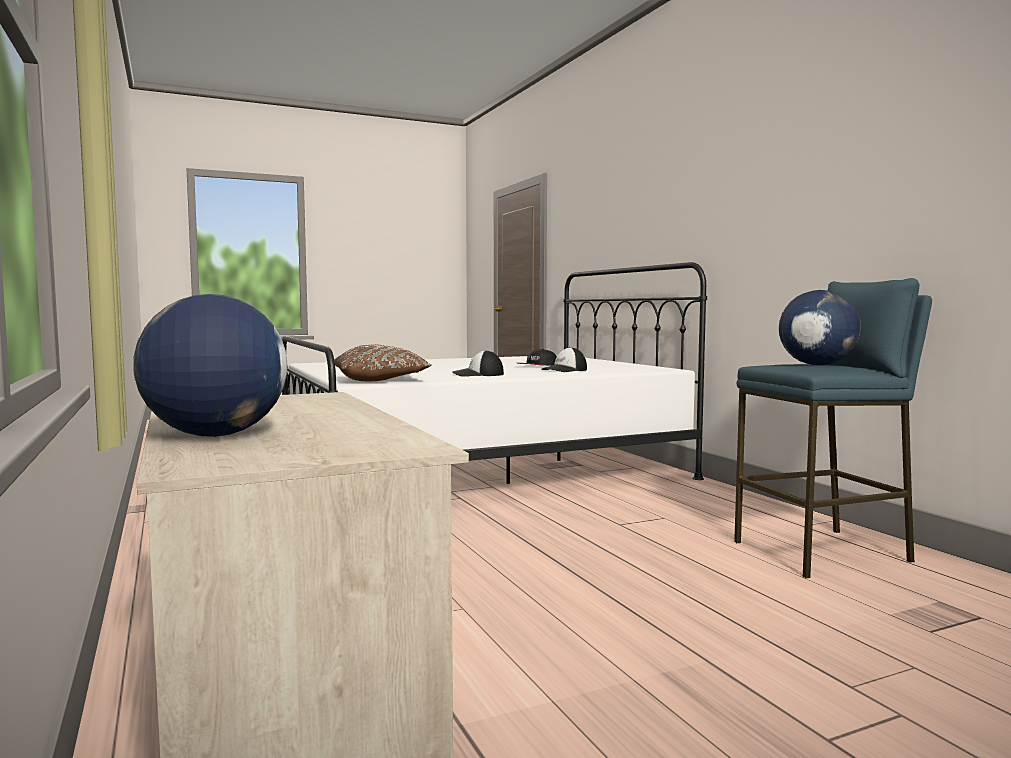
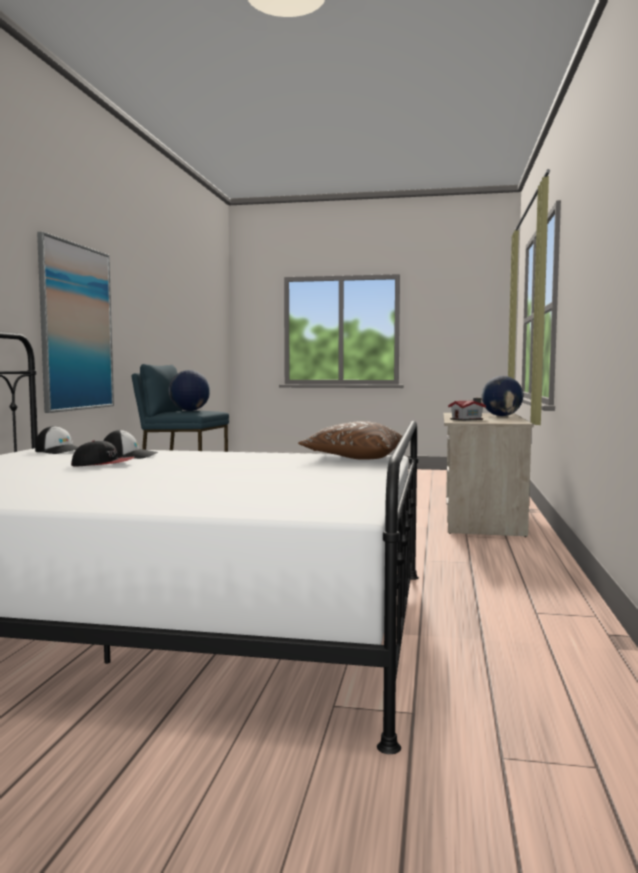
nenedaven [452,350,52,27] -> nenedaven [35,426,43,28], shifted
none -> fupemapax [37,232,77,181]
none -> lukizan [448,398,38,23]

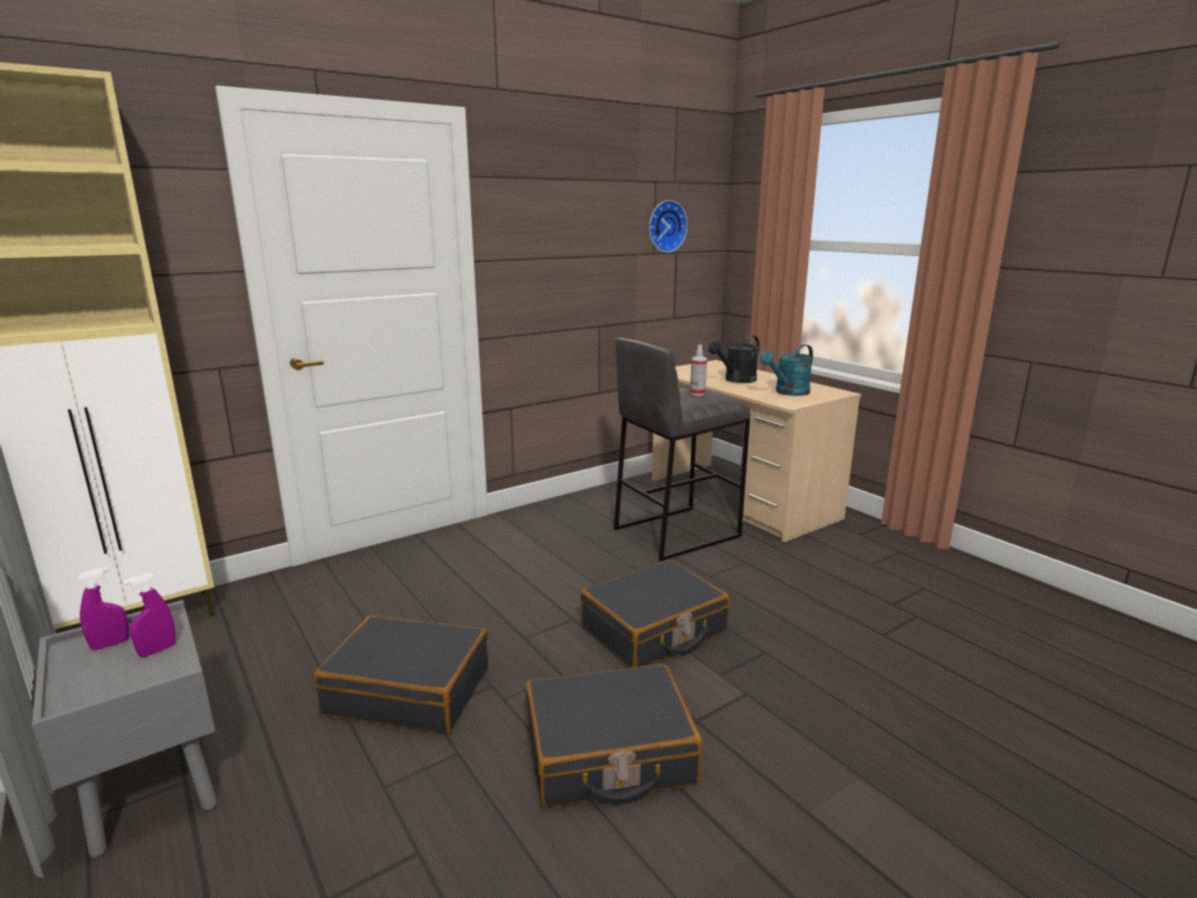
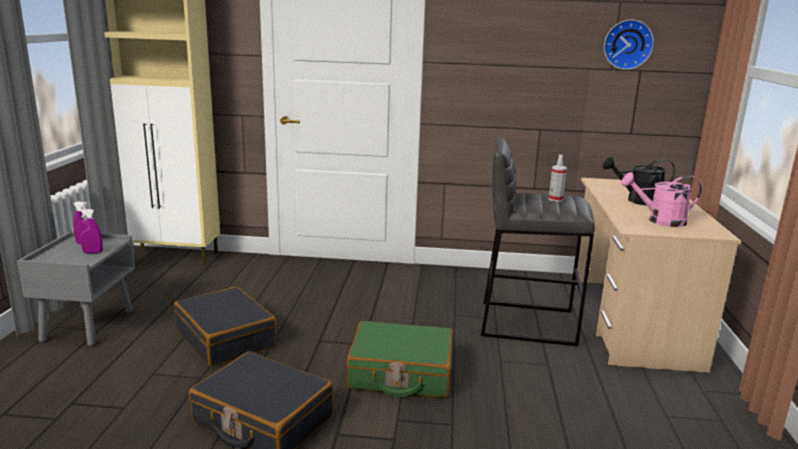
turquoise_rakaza [760,345,53,51] -> pink_rakaza [621,172,81,55]
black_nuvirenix [580,560,149,108] -> green_nuvirenix [346,321,107,77]

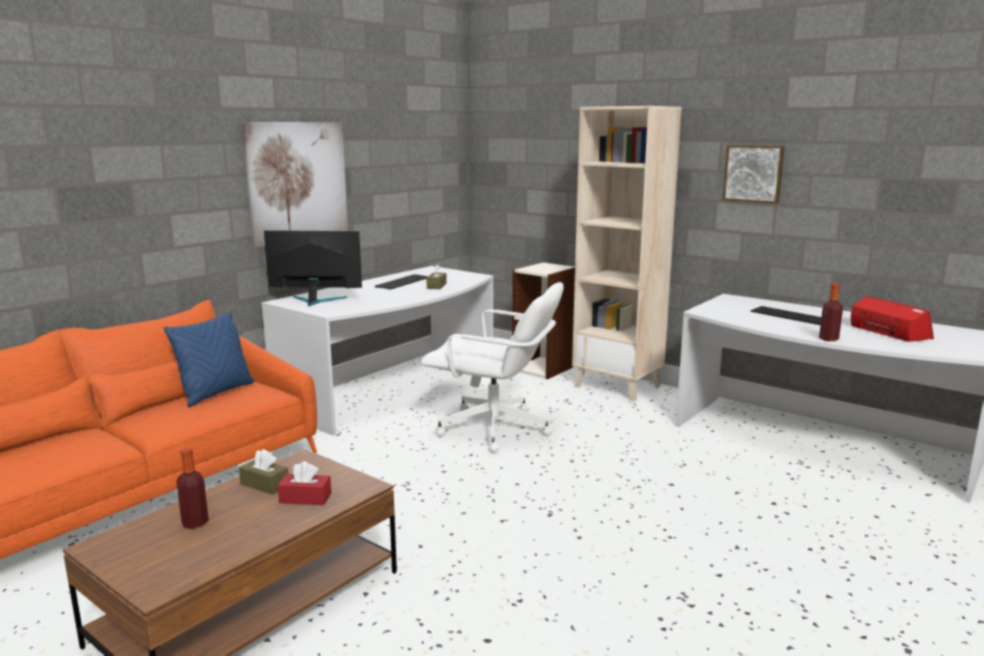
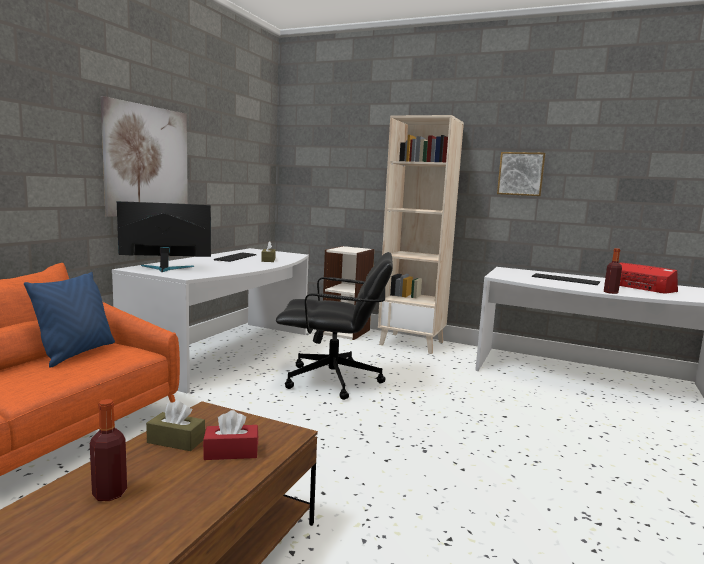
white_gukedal [421,282,143,170] -> black_gukedal [276,252,117,148]

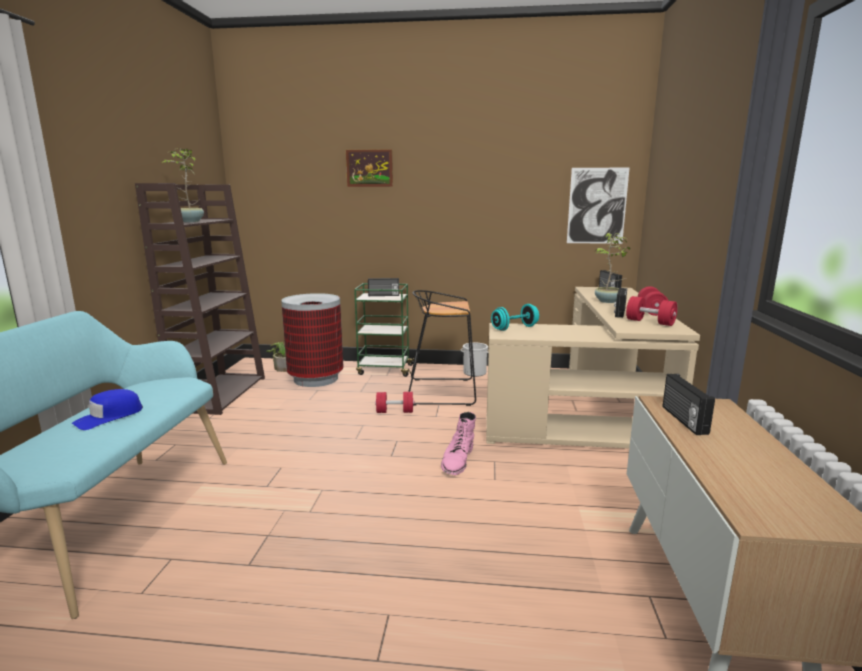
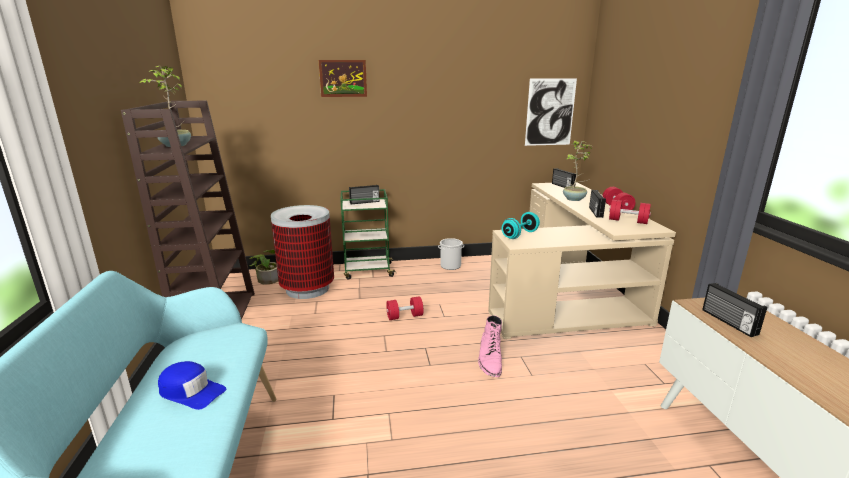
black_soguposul [408,290,68,116] -> none
blue_nenedaven [72,389,71,41] -> blue_nenedaven [158,361,68,49], 90 degrees counterclockwise

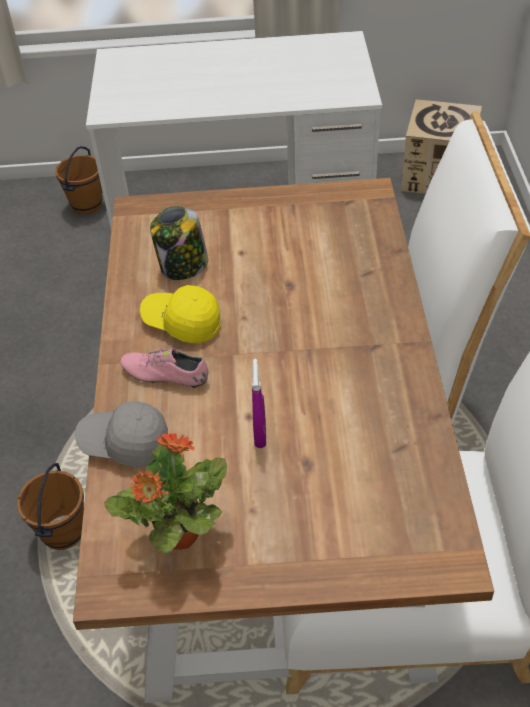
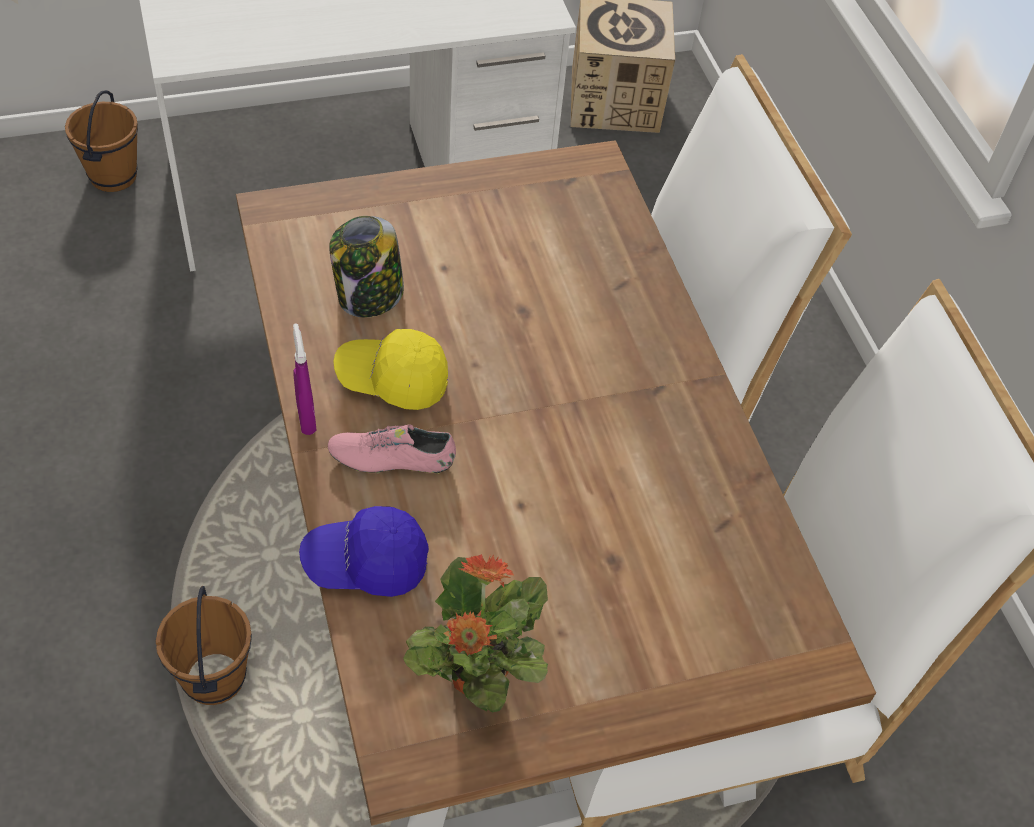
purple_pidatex [252,359,14,89] -> purple_pidatex [293,323,24,112], shifted
grey_nenedaven [75,401,93,66] -> blue_nenedaven [299,506,130,91]

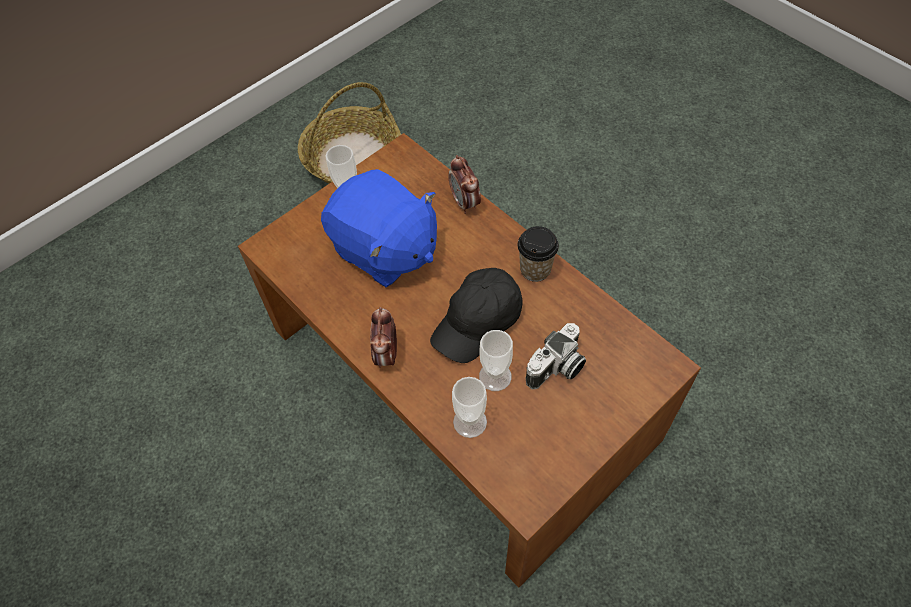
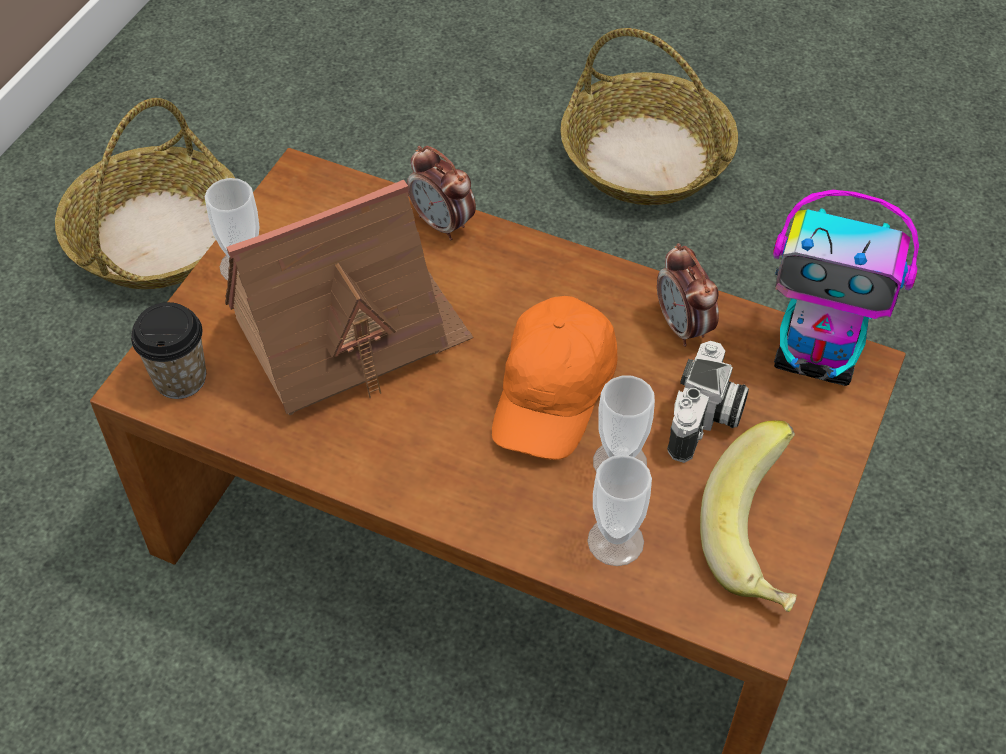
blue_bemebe [321,169,116,118] -> lukizan [225,180,248,235]
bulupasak [517,226,42,56] -> bulupasak [131,302,75,97], shifted
black_nenedaven [430,268,93,95] -> orange_nenedaven [492,296,126,164]
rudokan [370,307,27,61] -> rudokan [657,243,62,104], shifted
none -> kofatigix [560,28,178,177]
none -> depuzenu [773,190,146,196]
none -> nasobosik [700,420,97,192]

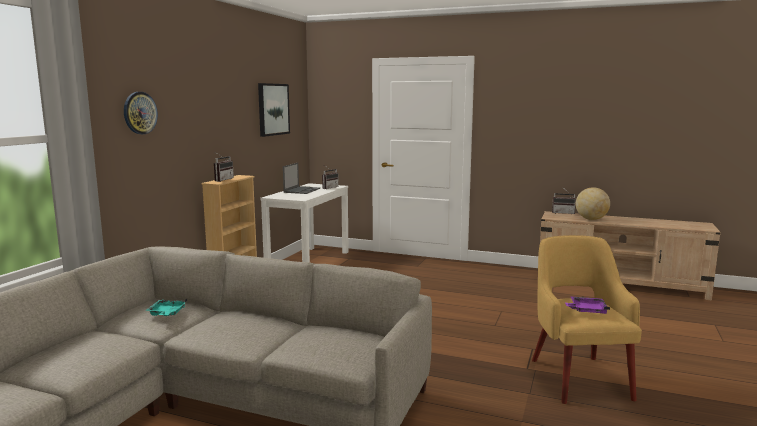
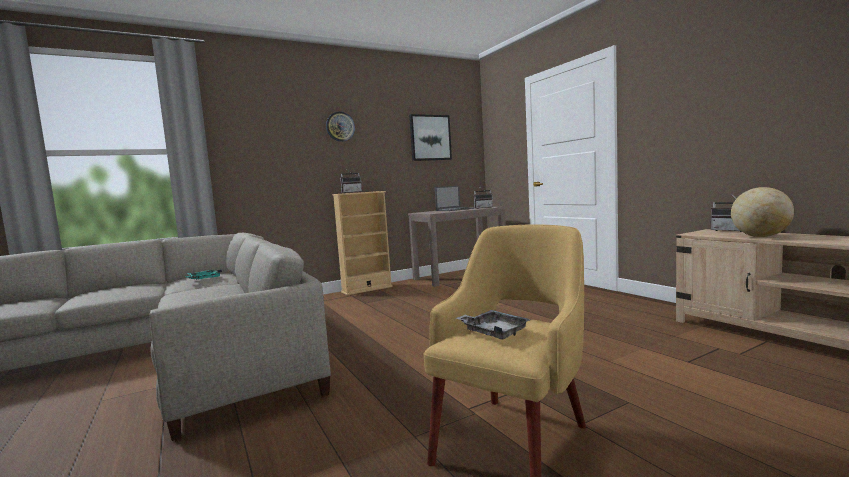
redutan [124,92,34,42] -> redutan [326,111,29,31], shifted
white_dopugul [260,183,89,79] -> brown_dopugul [408,207,98,80]
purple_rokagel [565,296,45,18] -> grey_rokagel [455,310,76,30]

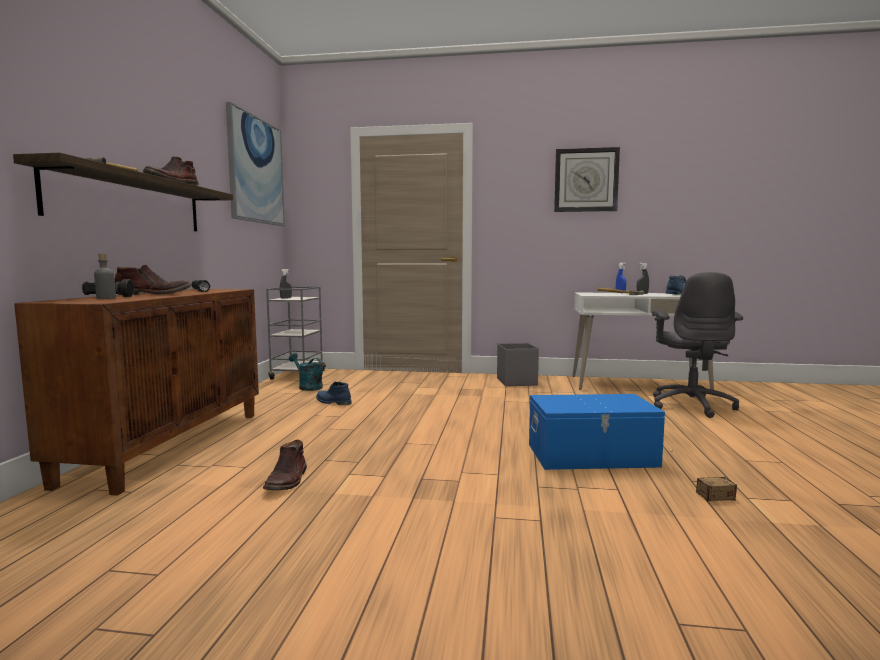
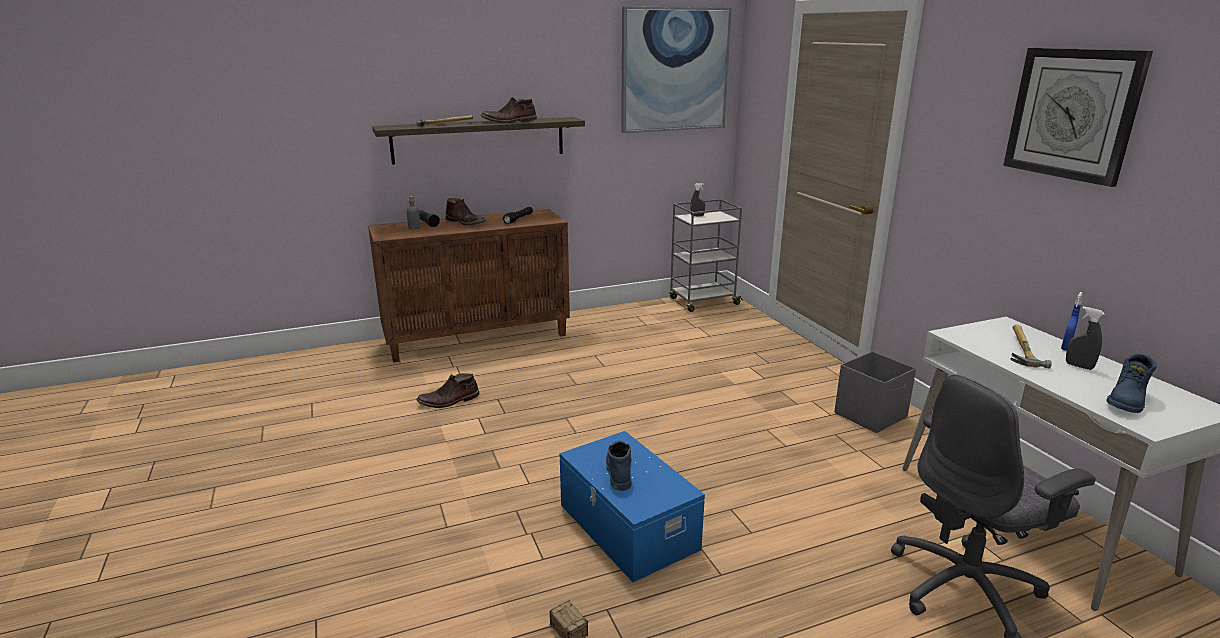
turquoise_rakaza [289,353,34,38] -> none
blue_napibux [316,382,36,23] -> blue_napibux [606,440,26,51], shifted

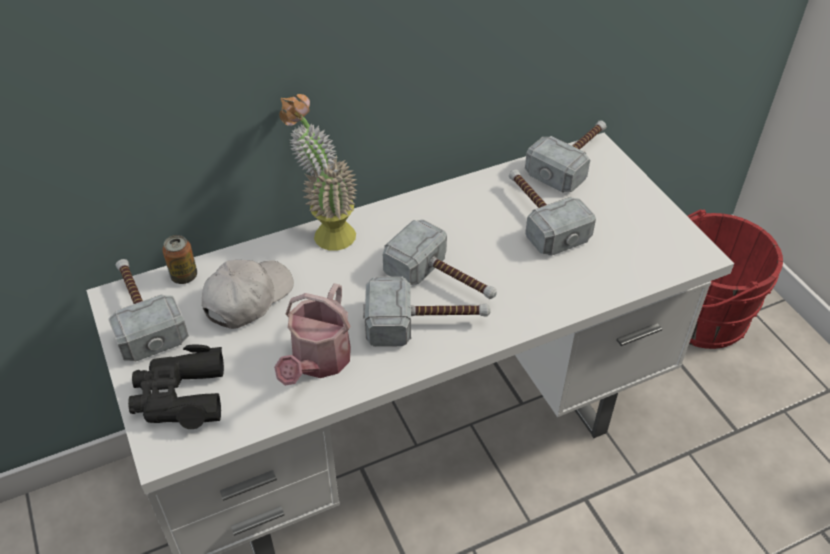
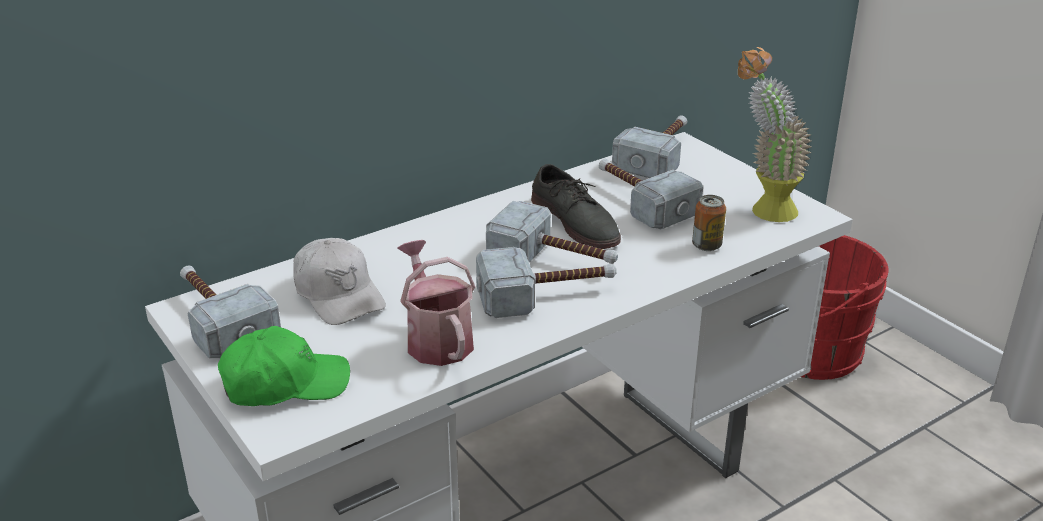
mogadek [280,94,78,157] -> mogadek [738,47,74,175], shifted
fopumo [162,235,35,49] -> fopumo [692,195,34,56], shifted
white_nenedaven [202,260,92,69] -> white_nenedaven [293,238,93,87], 120 degrees clockwise
rakaza [274,283,77,103] -> rakaza [398,240,77,126], 150 degrees clockwise
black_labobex [128,345,96,84] -> green_nenedaven [218,326,132,80]
none -> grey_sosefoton [531,164,90,85]

